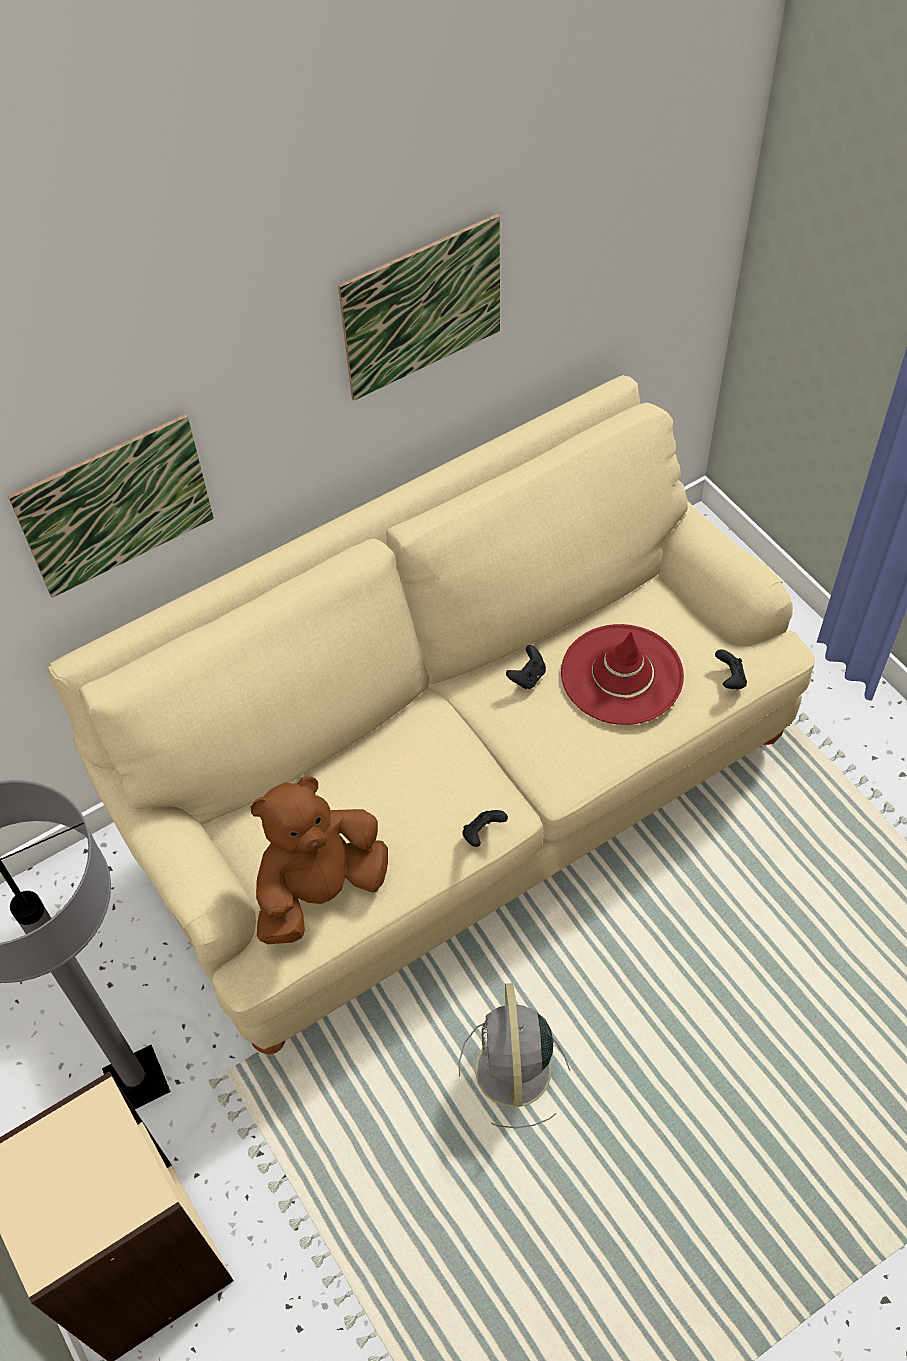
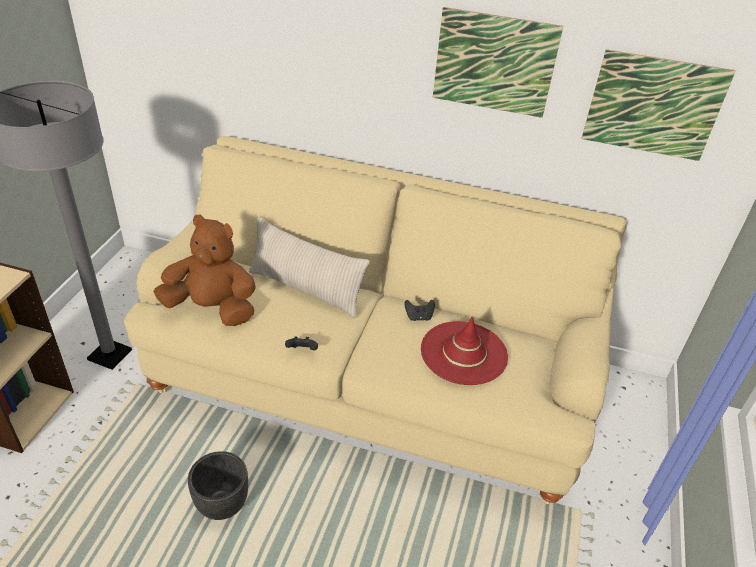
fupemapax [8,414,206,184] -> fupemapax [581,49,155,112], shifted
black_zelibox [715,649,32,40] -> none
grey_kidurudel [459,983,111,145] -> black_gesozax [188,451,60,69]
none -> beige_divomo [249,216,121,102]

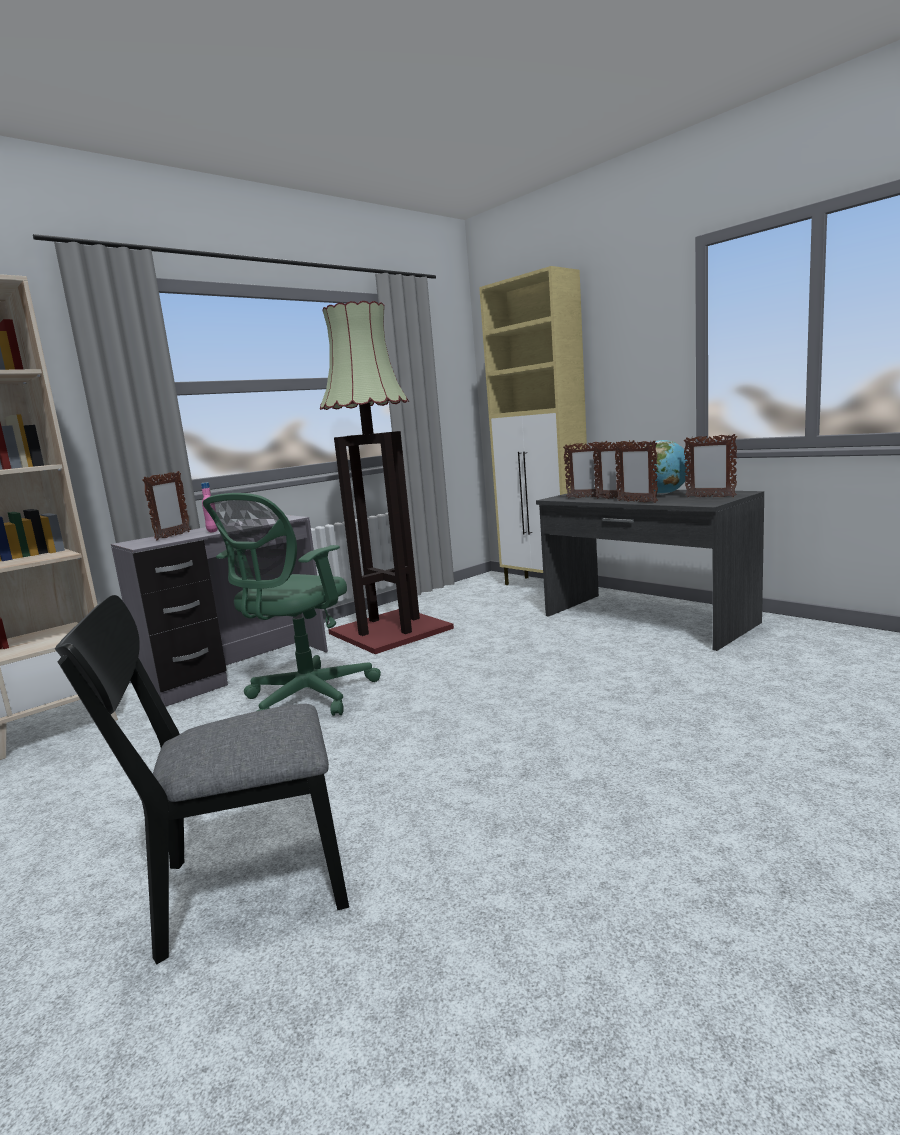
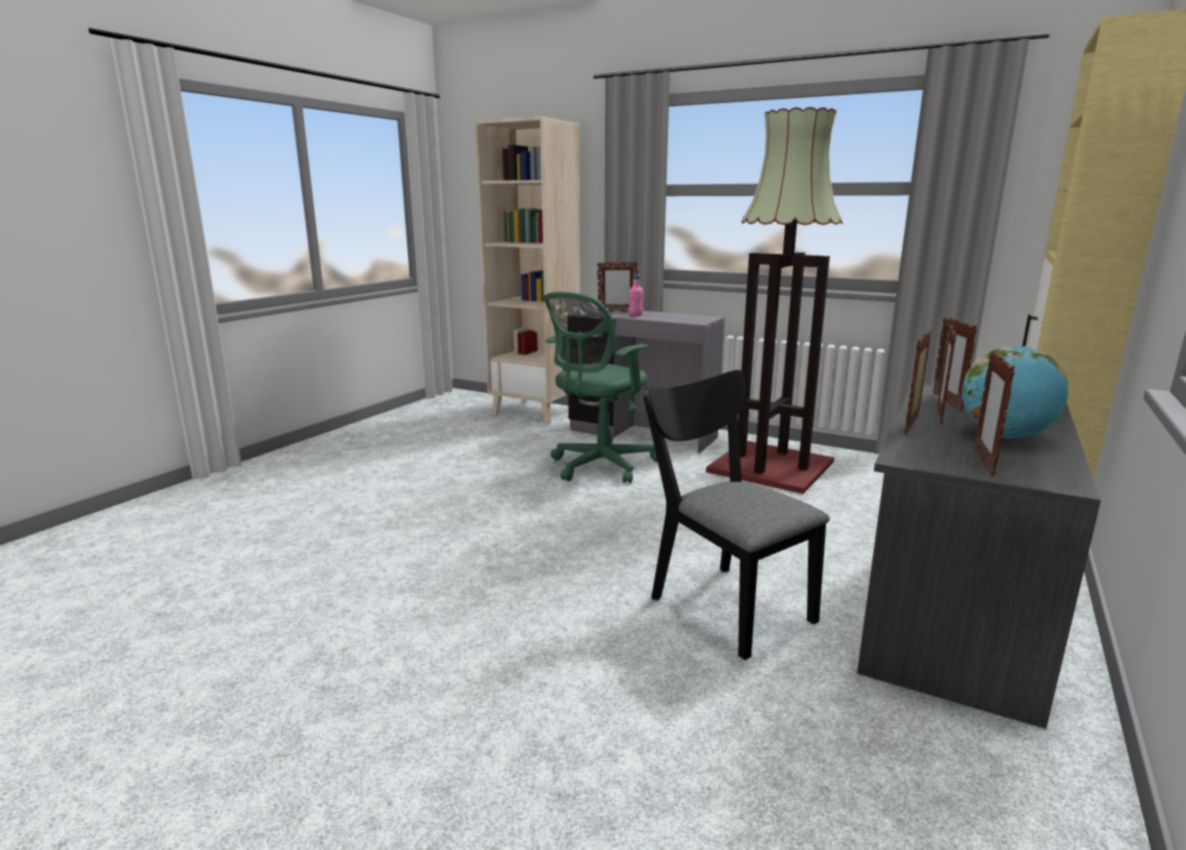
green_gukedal [203,493,178,223] -> green_gukedal [544,292,114,191], 60 degrees counterclockwise
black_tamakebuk [55,595,294,369] -> black_tamakebuk [644,370,186,290], shifted

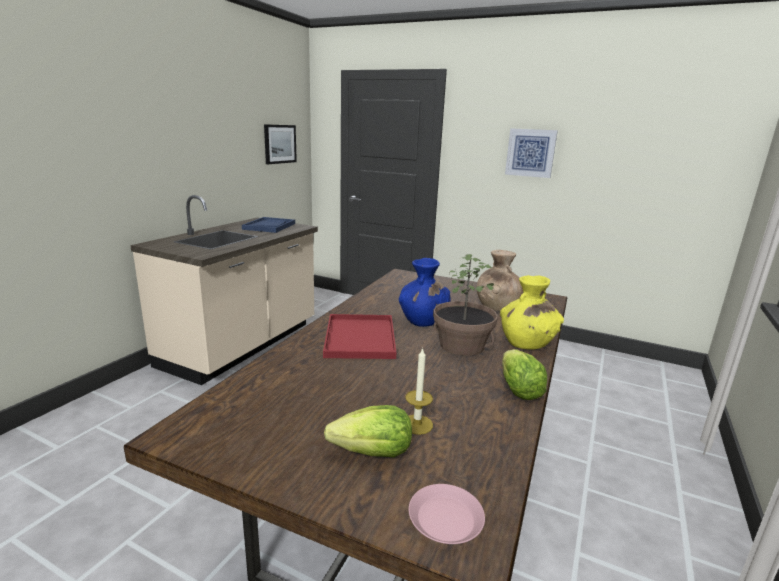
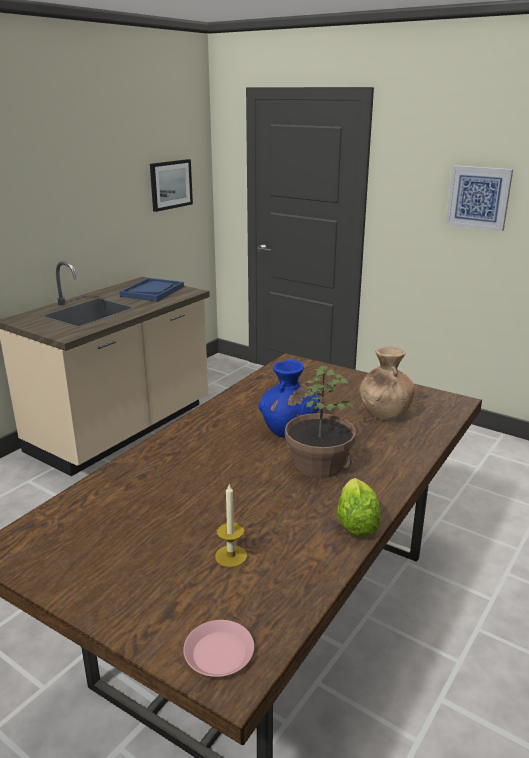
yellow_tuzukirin [500,275,64,75] -> none
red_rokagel [323,314,73,45] -> none
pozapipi [324,405,88,52] -> none

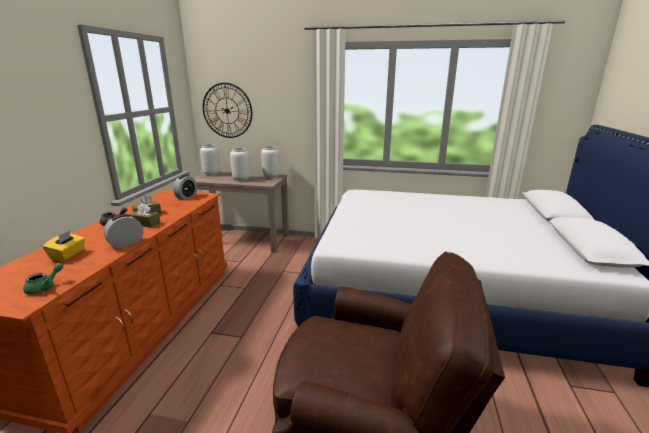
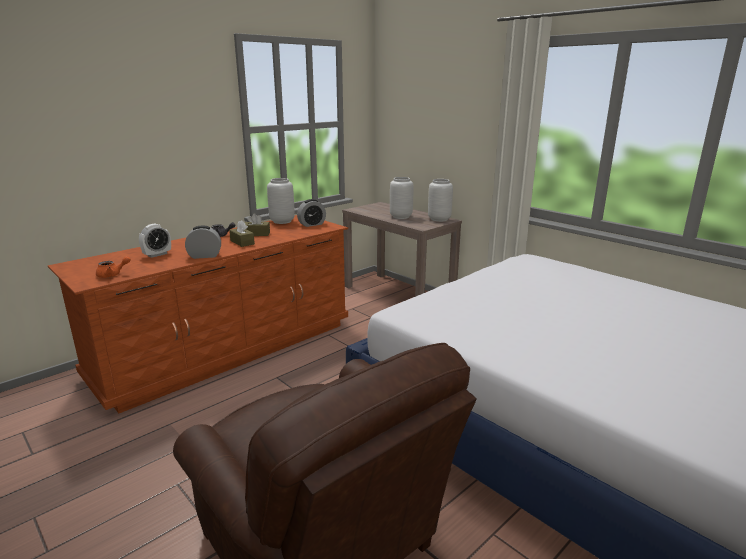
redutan [203,83,49,55] -> none
grey_tuzukirin [200,144,20,32] -> grey_tuzukirin [267,178,28,46], shifted
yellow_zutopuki [43,230,42,31] -> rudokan [139,224,32,34]
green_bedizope [23,263,41,31] -> orange_bedizope [96,256,35,22]

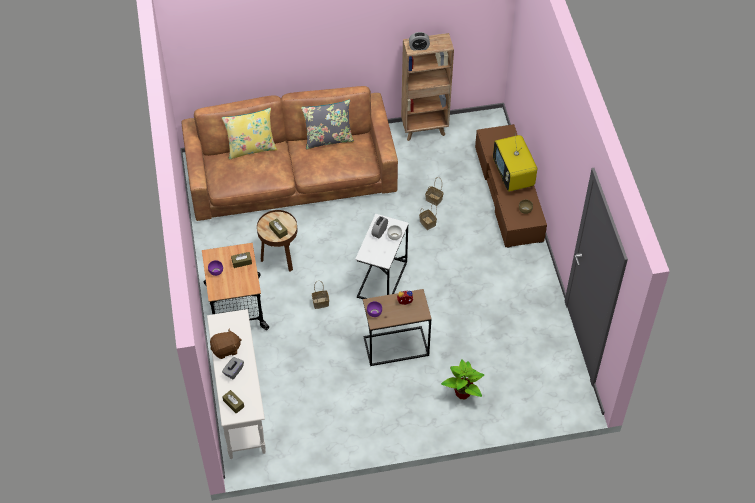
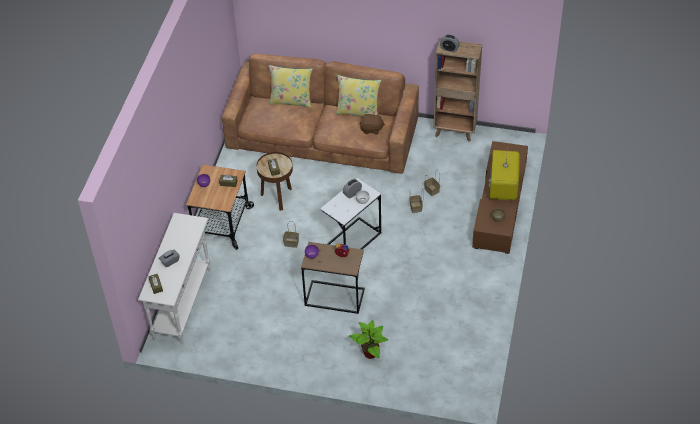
grey_divomo [301,100,53,49] -> yellow_divomo [335,75,46,41]
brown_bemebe [210,329,32,30] -> brown_bemebe [360,113,25,21], shifted

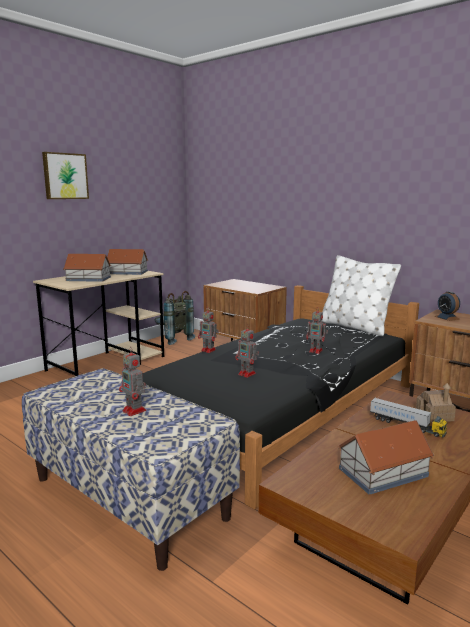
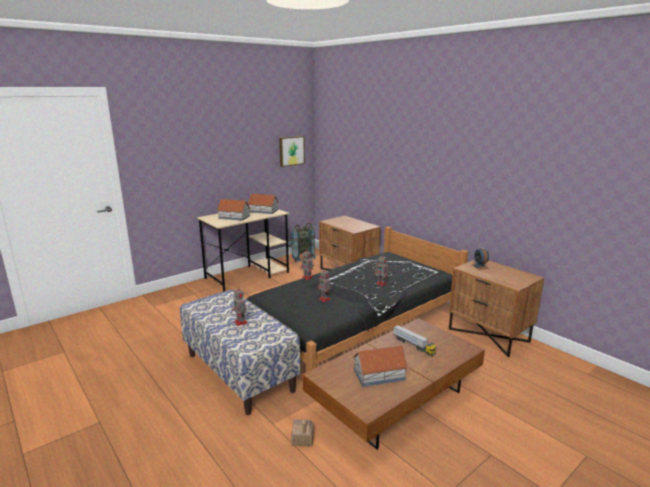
fupemapax [42,152,47,47] -> fupemapax [279,136,26,31], shifted
white_divomo [321,255,80,82] -> none
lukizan [416,383,40,40] -> lukizan [291,419,23,27], shifted

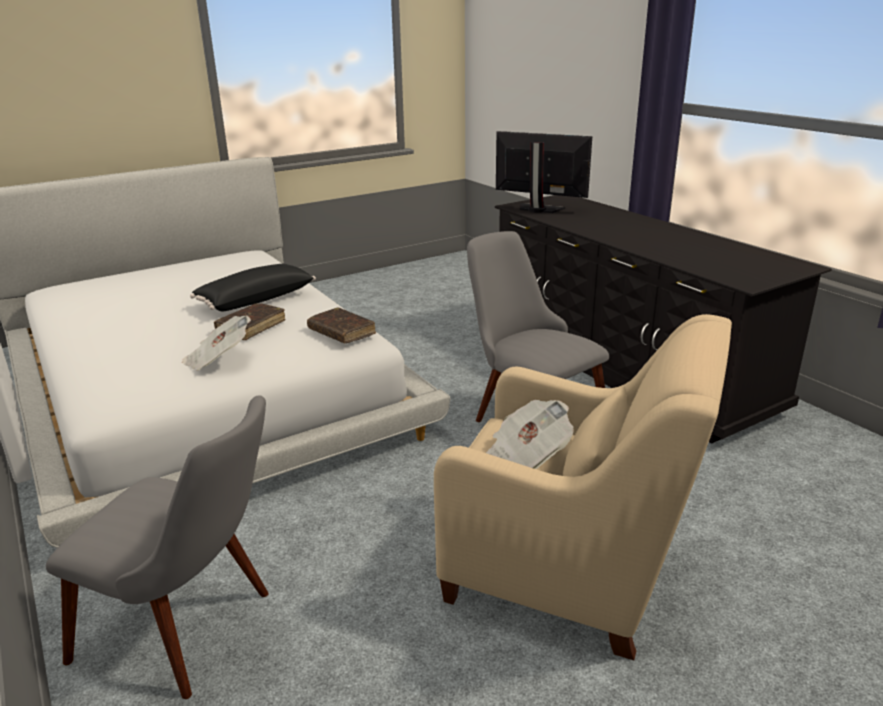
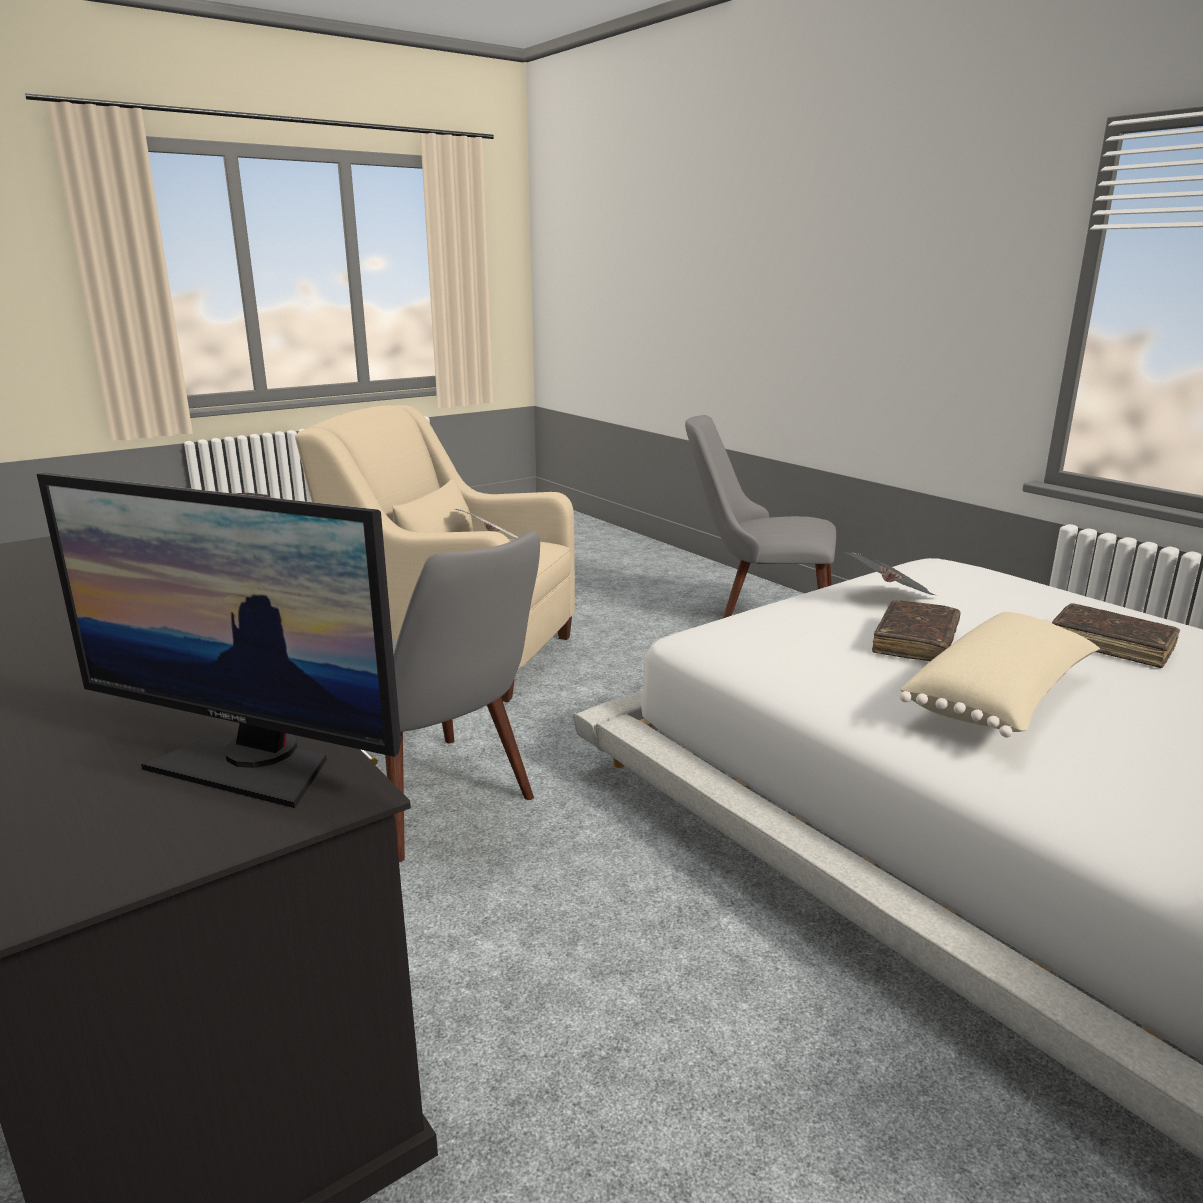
black_divomo [190,264,126,47] -> beige_divomo [900,612,200,126]
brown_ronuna [307,307,69,37] -> brown_ronuna [1052,603,128,65], shifted

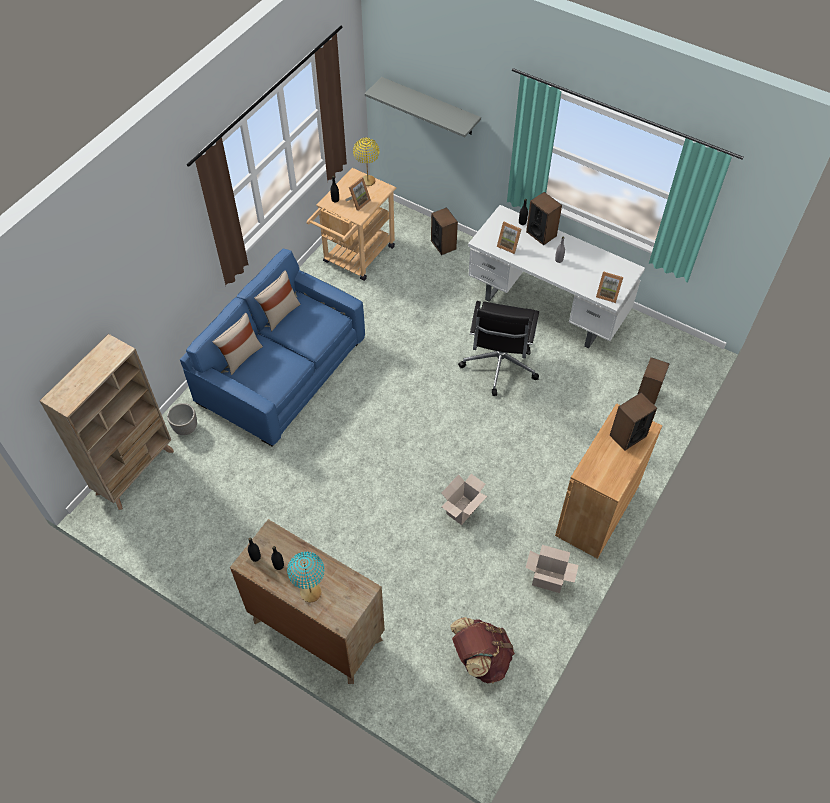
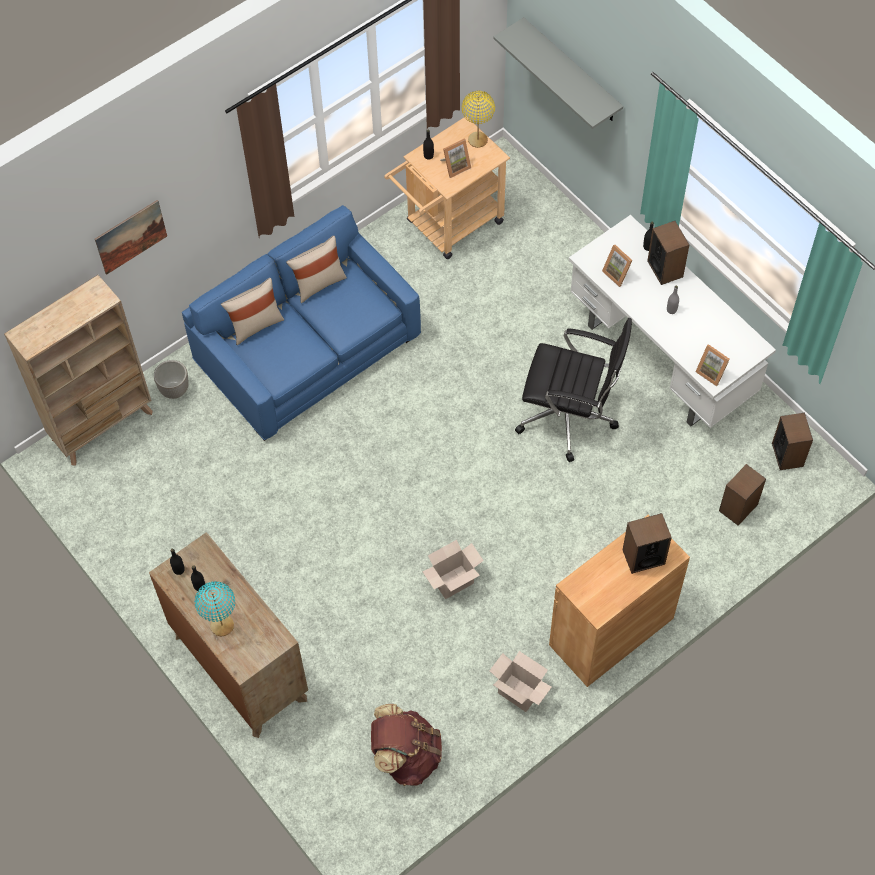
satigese [431,207,27,48] -> satigese [772,413,41,57], shifted
black_gukedal [458,301,81,95] -> black_gukedal [515,318,117,144], 105 degrees counterclockwise
none -> fupemapax [95,200,72,75]

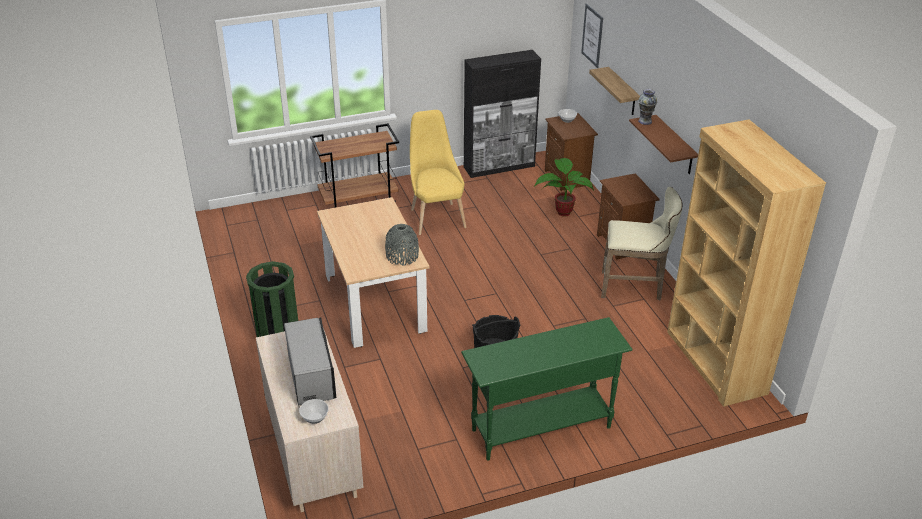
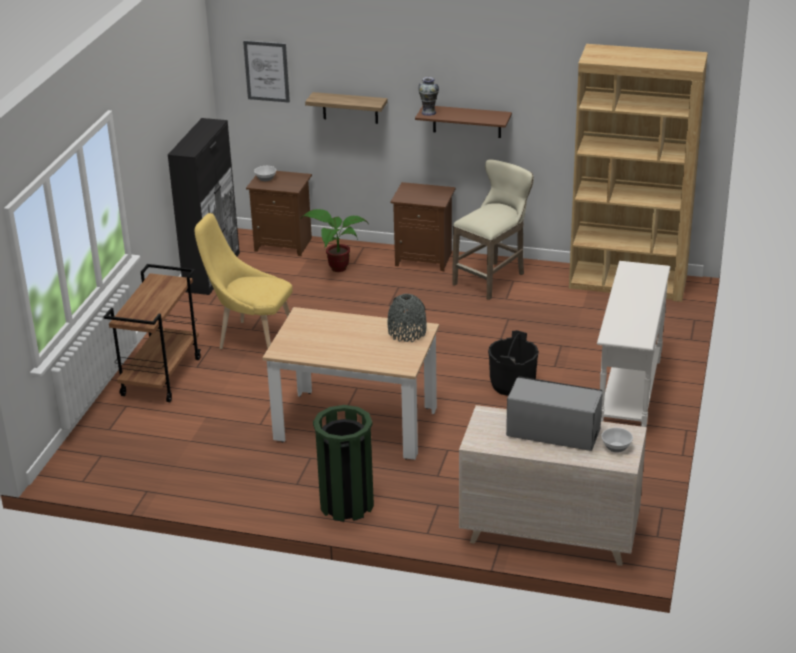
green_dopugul [461,317,172,144] -> white_dopugul [597,261,73,166]

